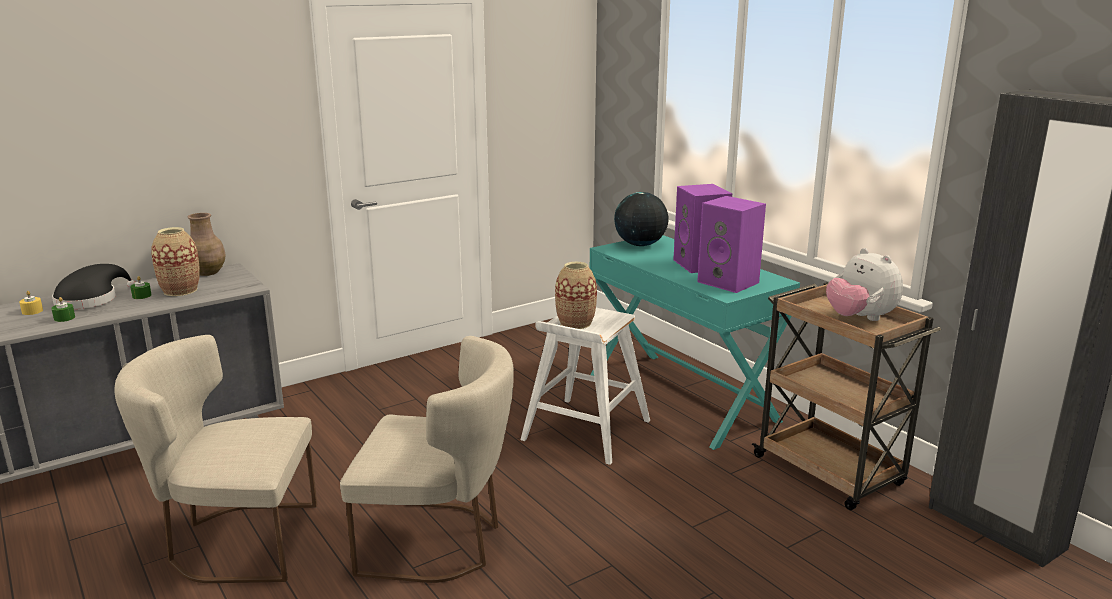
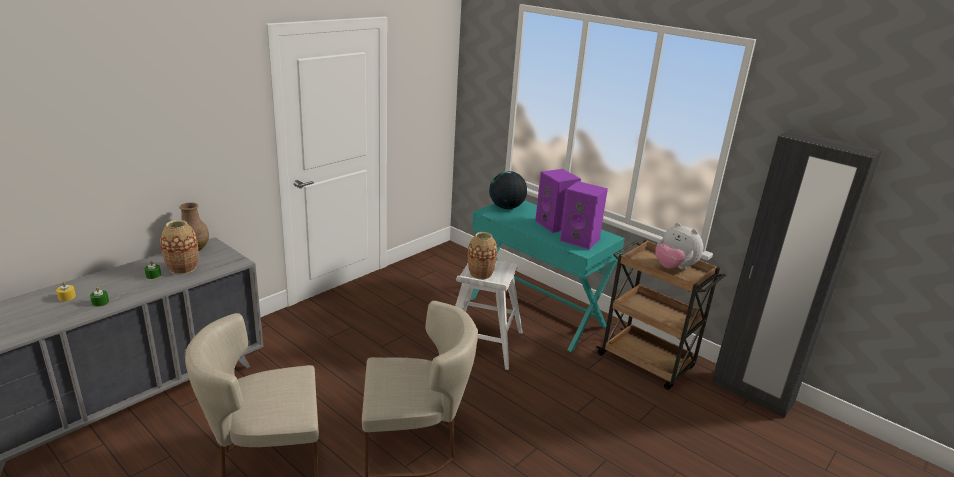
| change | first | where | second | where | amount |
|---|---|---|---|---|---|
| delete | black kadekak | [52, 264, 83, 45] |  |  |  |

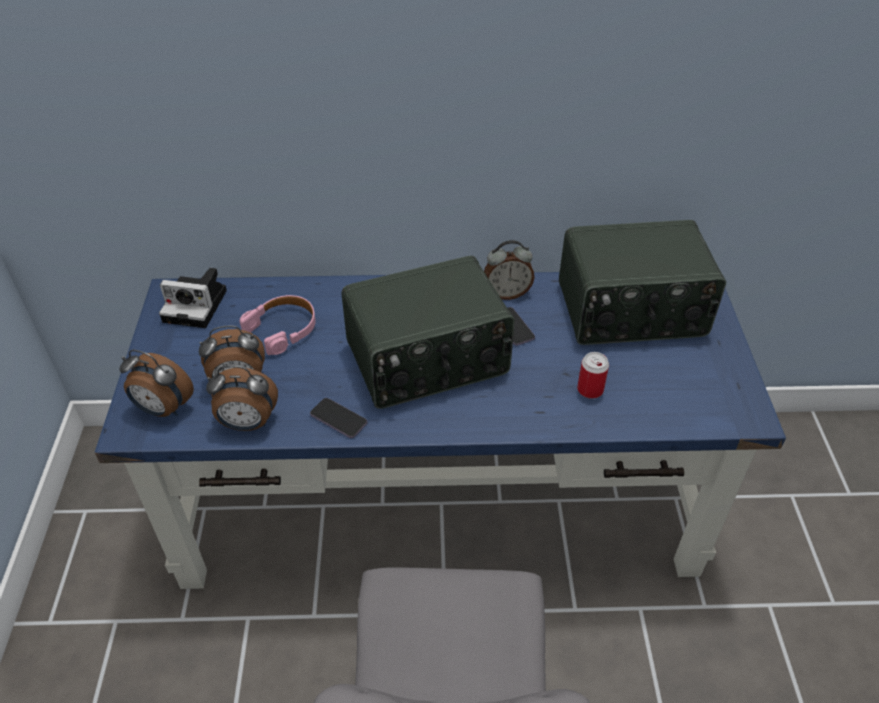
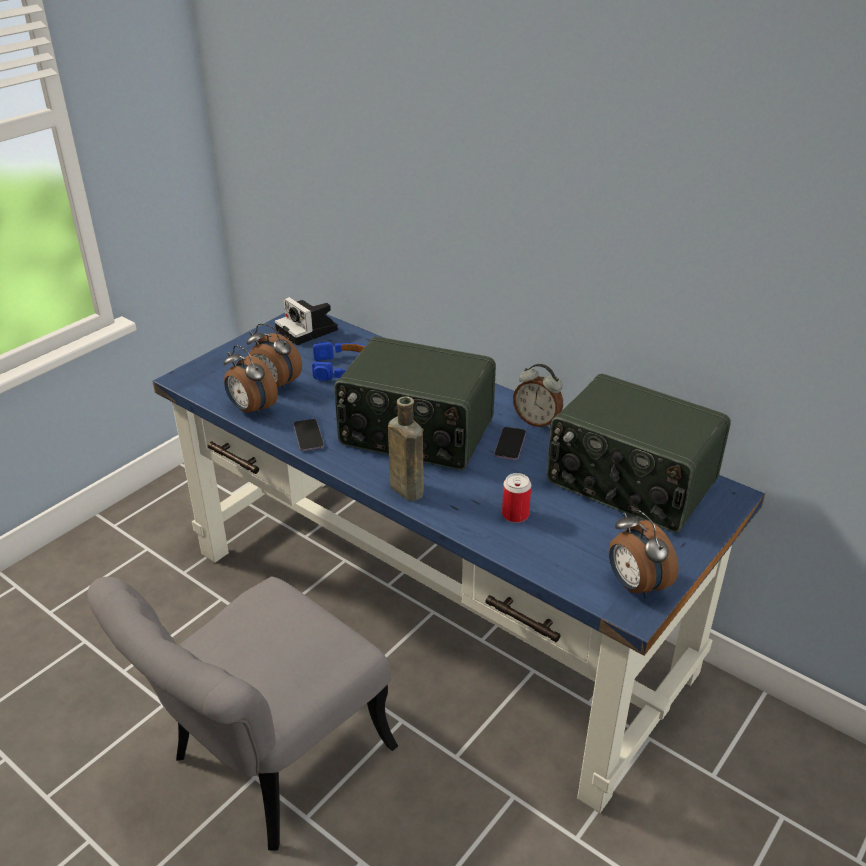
| change | first | where | second | where | amount |
|---|---|---|---|---|---|
| move | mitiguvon | [119, 350, 75, 67] |  | [609, 510, 70, 89] |  |
| recolor | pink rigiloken | [240, 295, 76, 60] | blue rigiloken | [312, 342, 54, 39] |  |
| insert |  |  | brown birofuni | [388, 396, 36, 105] |  |

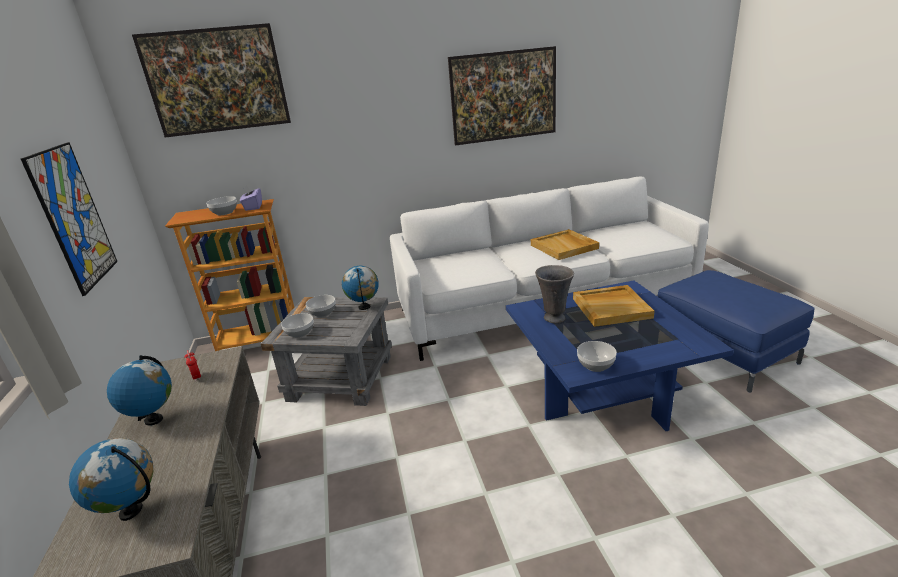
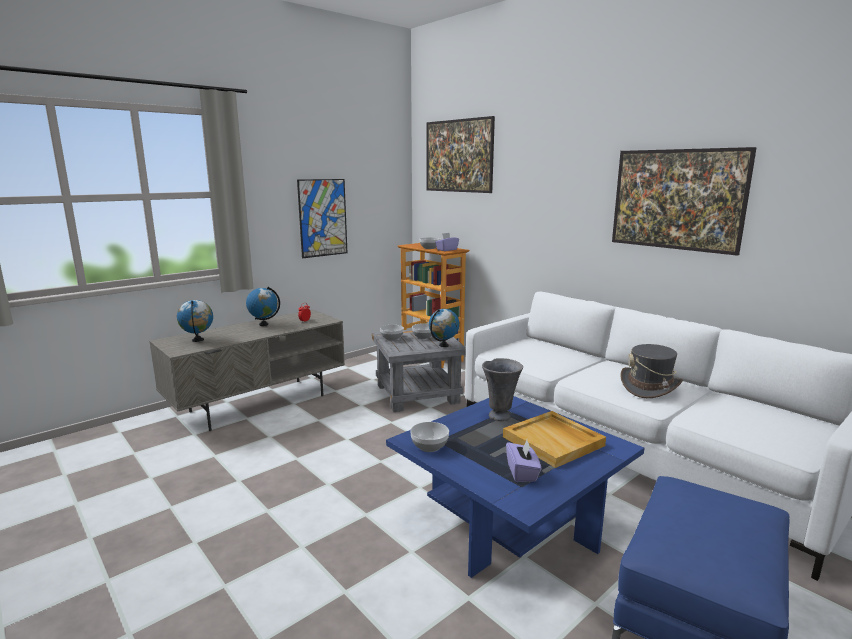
| change | first | where | second | where | amount |
|---|---|---|---|---|---|
| replace | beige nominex | [531, 229, 68, 31] | grey kadekak | [620, 344, 63, 54] |  |
| insert |  |  | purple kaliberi | [506, 440, 36, 42] |  |

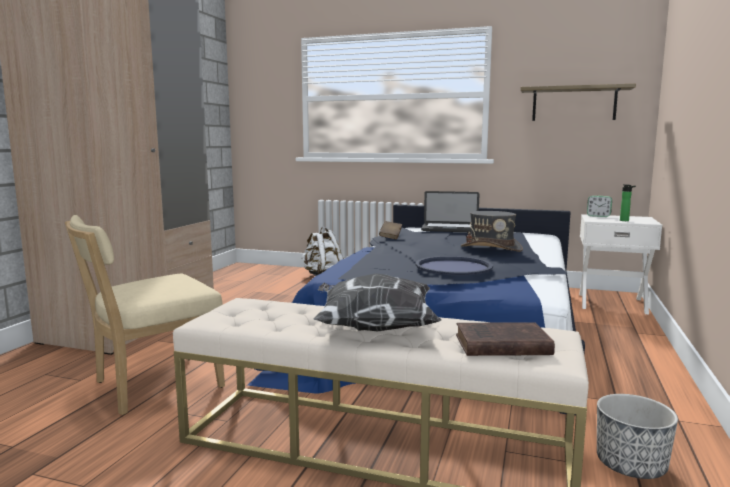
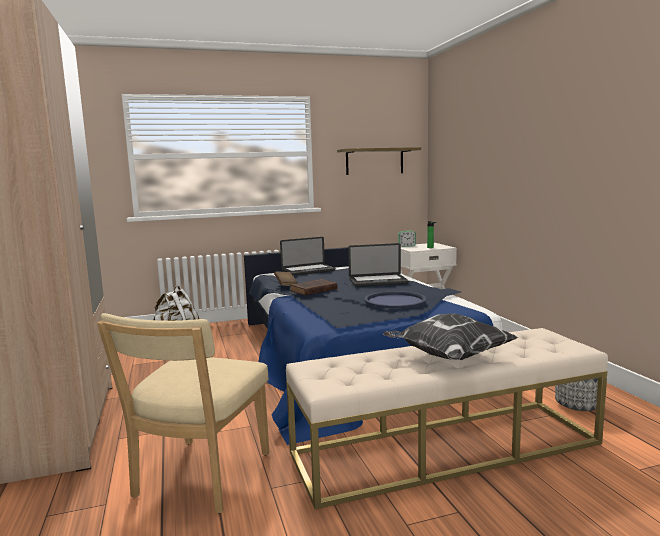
| change | first | where | second | where | amount |
|---|---|---|---|---|---|
| move | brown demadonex | [456, 322, 99, 34] |  | [290, 279, 48, 16] |  |
| replace | grey kadekak | [461, 211, 62, 41] | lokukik | [348, 243, 61, 44] |  |

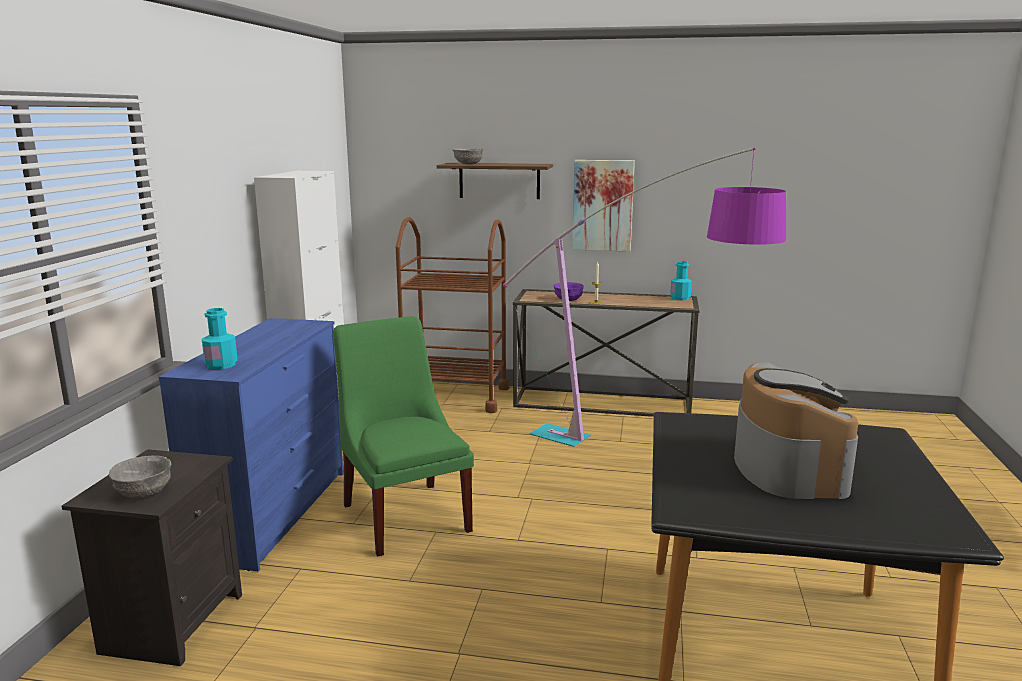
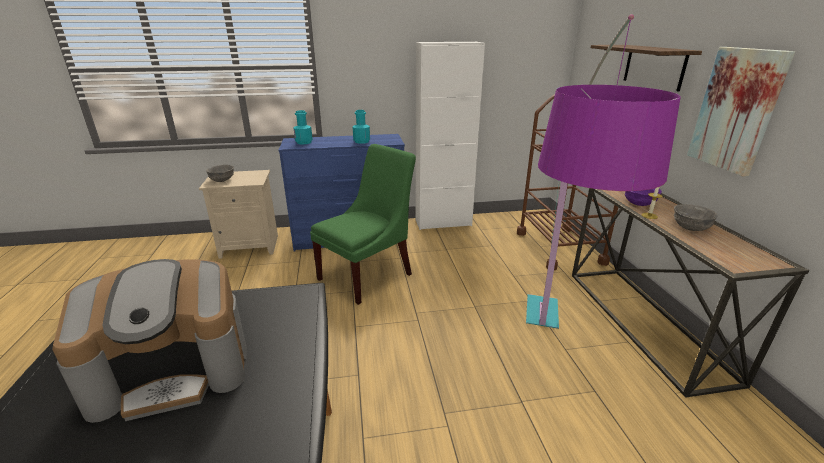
| change | first | where | second | where | amount |
|---|---|---|---|---|---|
| recolor | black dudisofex | [62, 449, 180, 217] | beige dudisofex | [199, 170, 79, 89] |  |
| move | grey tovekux | [453, 148, 30, 16] |  | [674, 204, 44, 27] |  |
| move | turquoise birofuni | [670, 261, 22, 39] |  | [353, 110, 17, 34] |  |

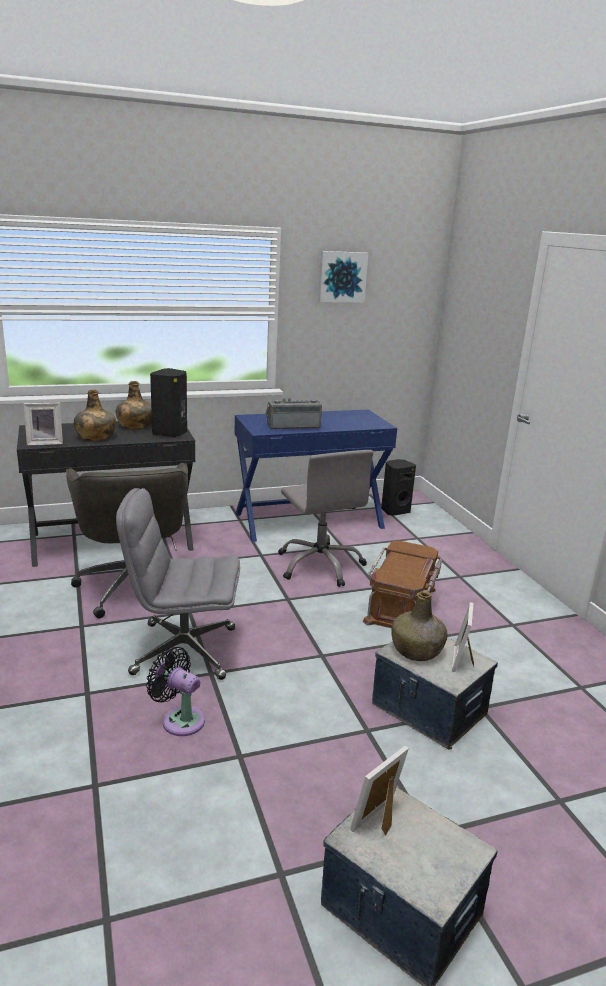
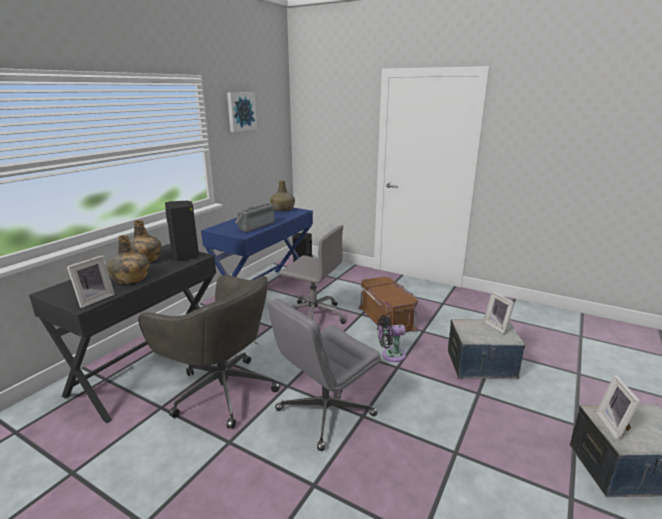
| change | first | where | second | where | amount |
|---|---|---|---|---|---|
| move | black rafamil | [146, 647, 59, 89] |  | [377, 315, 29, 47] |  |
| move | green birofuni | [391, 591, 57, 70] |  | [270, 180, 25, 31] |  |

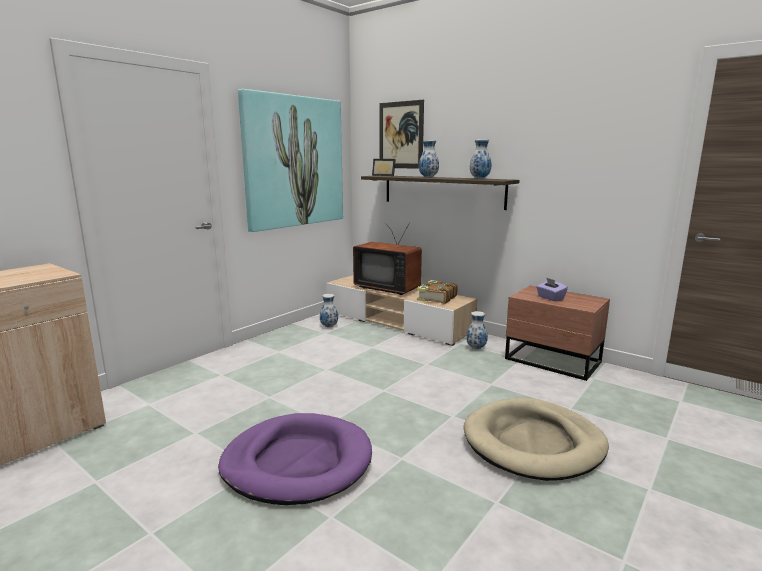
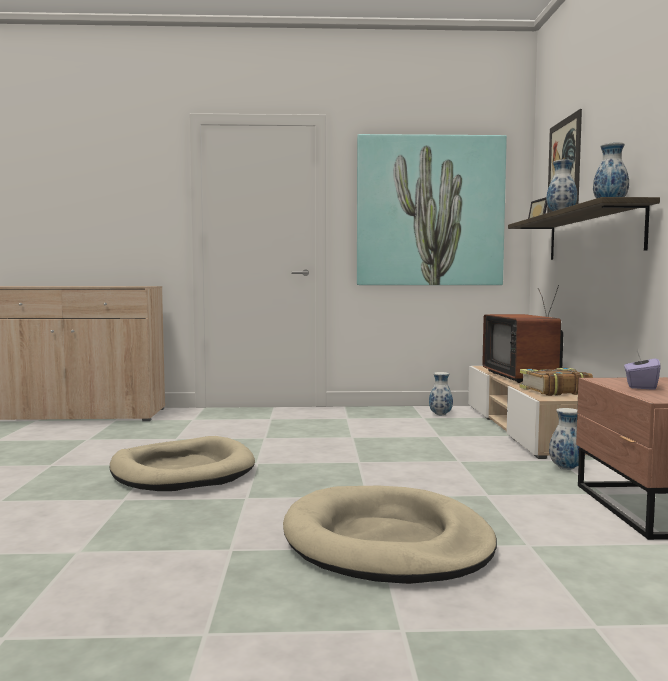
| change | first | where | second | where | amount |
|---|---|---|---|---|---|
| recolor | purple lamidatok | [218, 413, 154, 92] | beige lamidatok | [110, 436, 145, 55] |  |

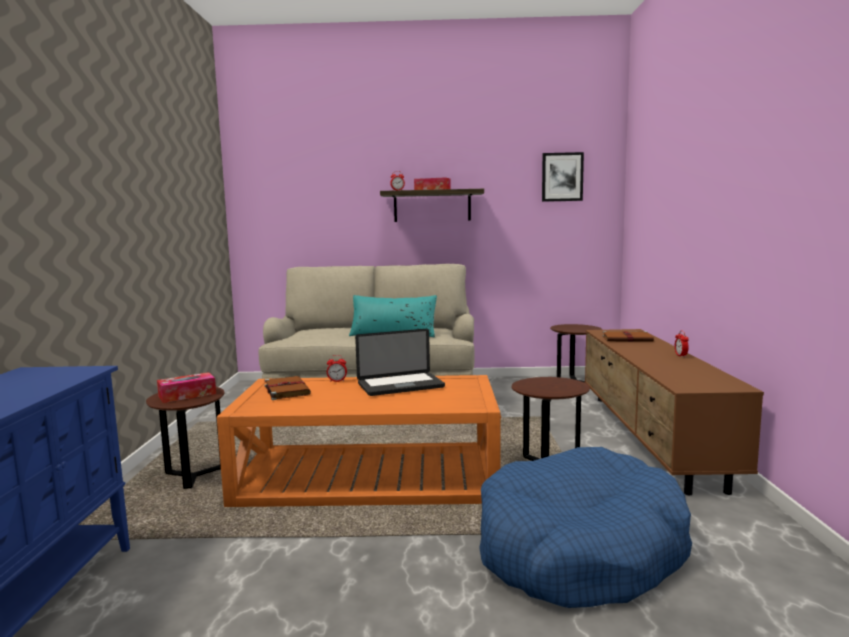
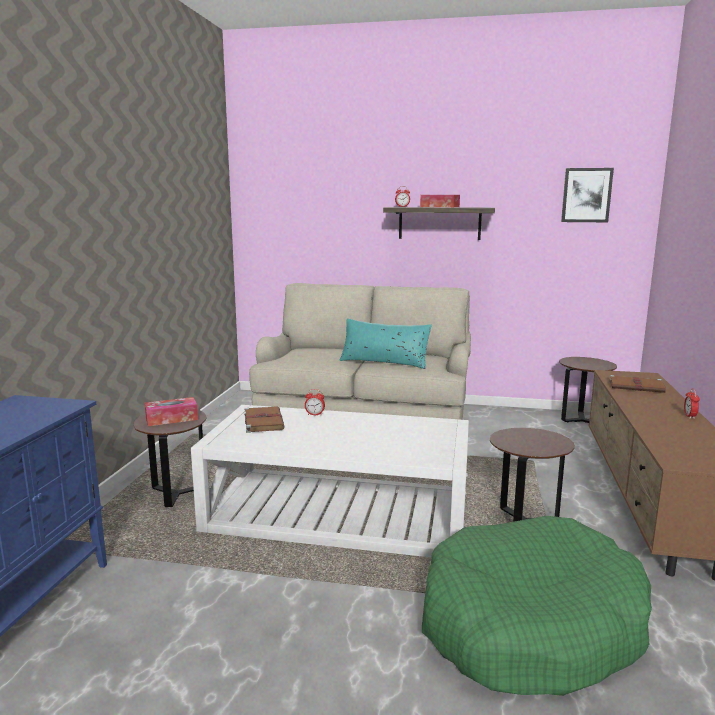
| change | first | where | second | where | amount |
|---|---|---|---|---|---|
| recolor | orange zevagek | [217, 375, 284, 132] | white zevagek | [191, 405, 278, 152] |  |
| delete | lokukik | [355, 329, 90, 67] |  |  |  |
| recolor | blue lamidatok | [479, 447, 213, 161] | green lamidatok | [422, 516, 230, 180] |  |

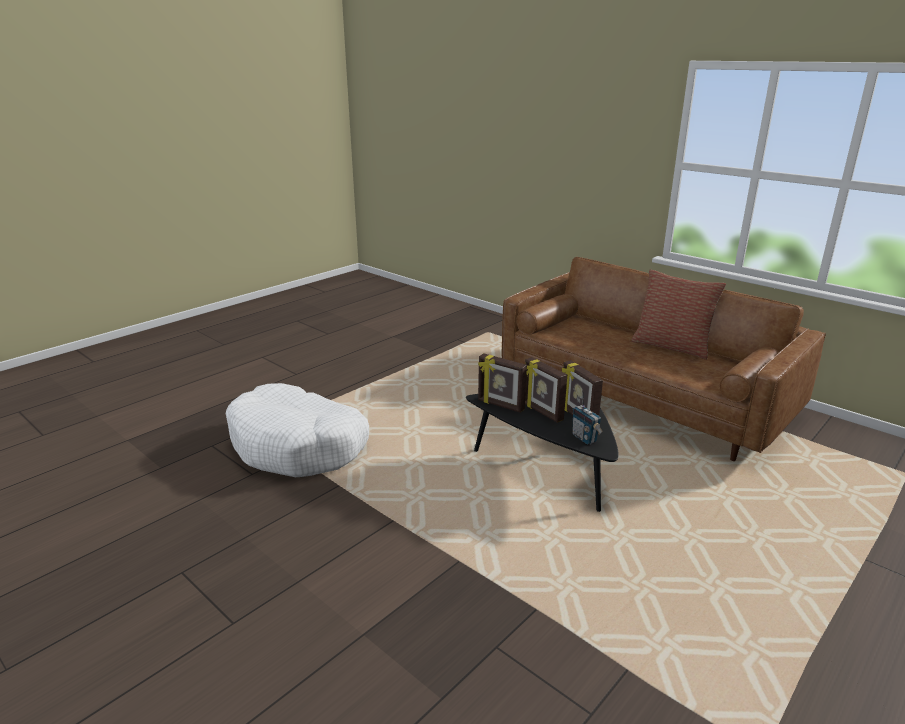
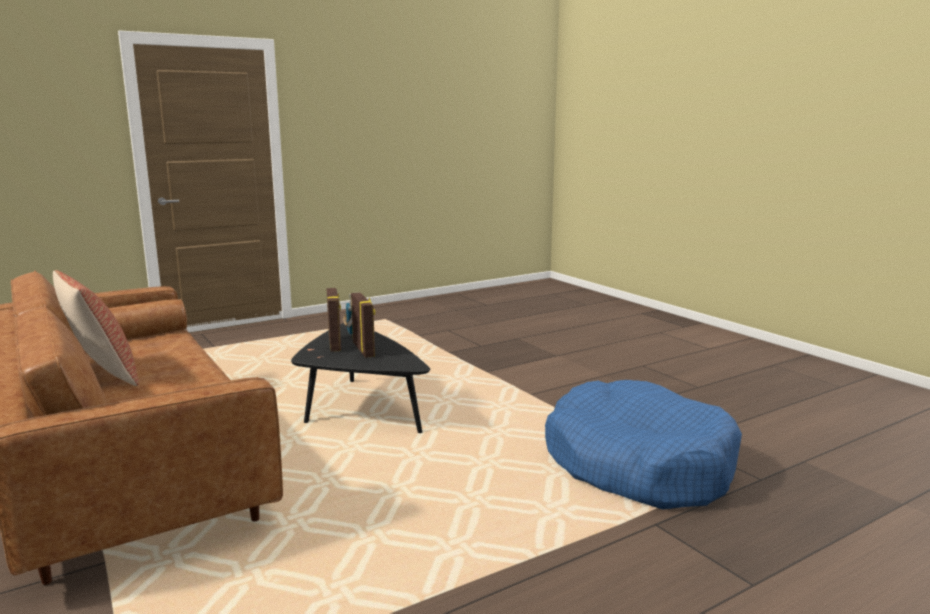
| change | first | where | second | where | amount |
|---|---|---|---|---|---|
| recolor | white lamidatok | [226, 383, 143, 94] | blue lamidatok | [545, 380, 197, 129] |  |
| delete | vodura | [478, 353, 49, 60] |  |  |  |

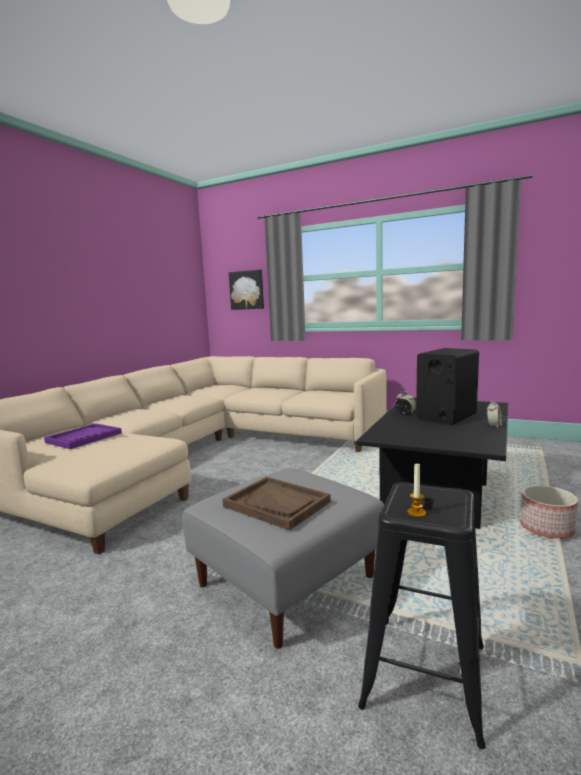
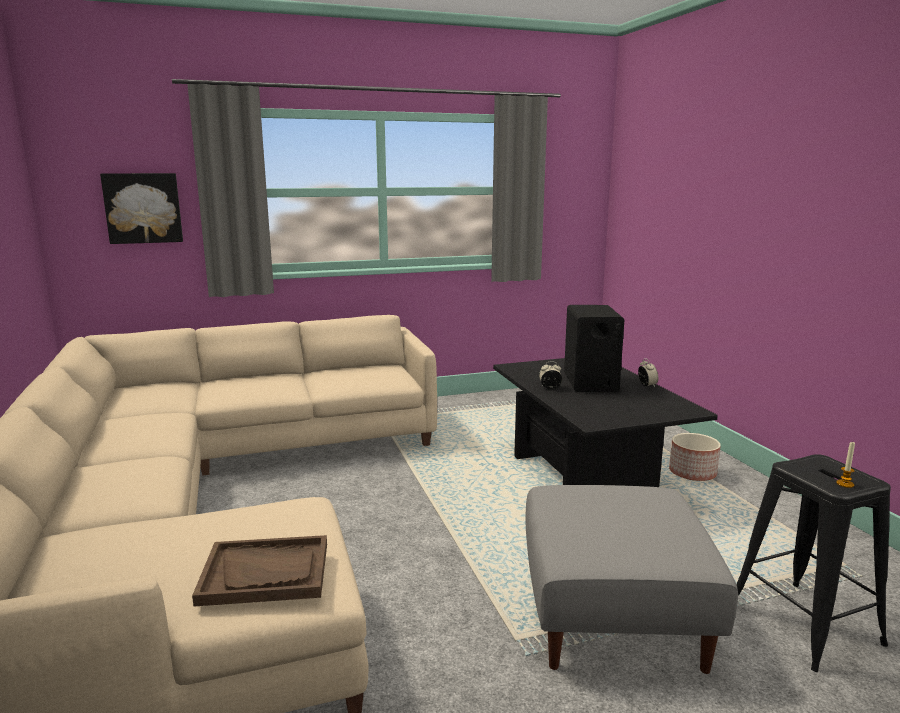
| change | first | where | second | where | amount |
|---|---|---|---|---|---|
| delete | purple nominex | [44, 423, 78, 26] |  |  |  |
| move | brown nominex | [223, 477, 108, 54] |  | [192, 535, 135, 72] |  |

